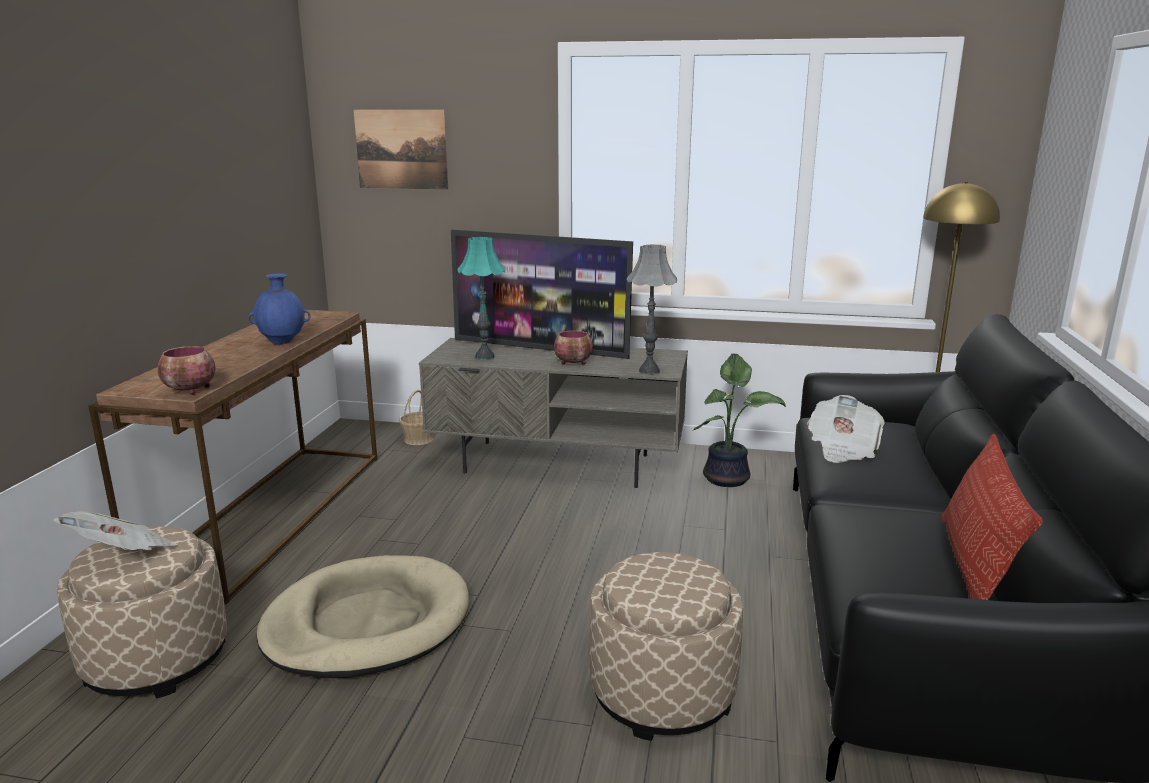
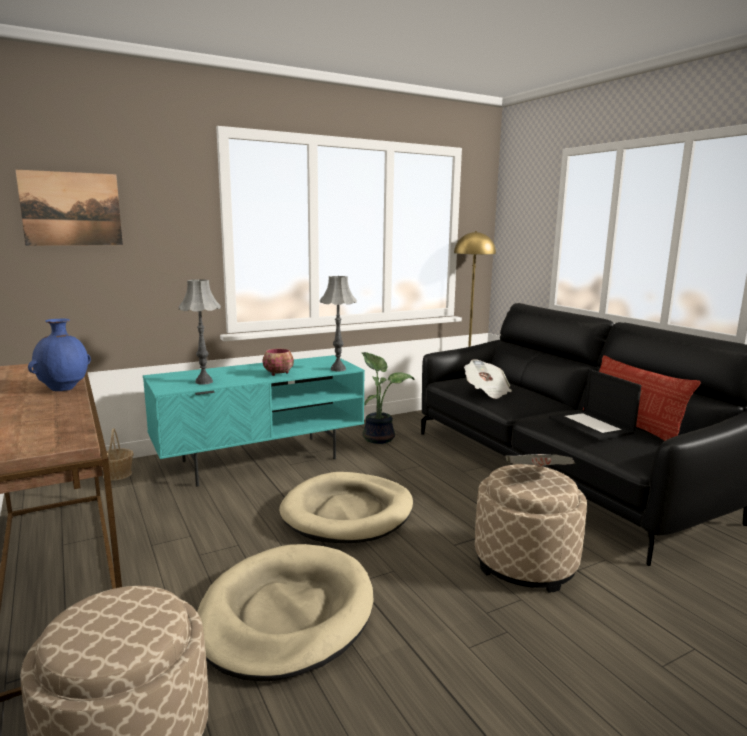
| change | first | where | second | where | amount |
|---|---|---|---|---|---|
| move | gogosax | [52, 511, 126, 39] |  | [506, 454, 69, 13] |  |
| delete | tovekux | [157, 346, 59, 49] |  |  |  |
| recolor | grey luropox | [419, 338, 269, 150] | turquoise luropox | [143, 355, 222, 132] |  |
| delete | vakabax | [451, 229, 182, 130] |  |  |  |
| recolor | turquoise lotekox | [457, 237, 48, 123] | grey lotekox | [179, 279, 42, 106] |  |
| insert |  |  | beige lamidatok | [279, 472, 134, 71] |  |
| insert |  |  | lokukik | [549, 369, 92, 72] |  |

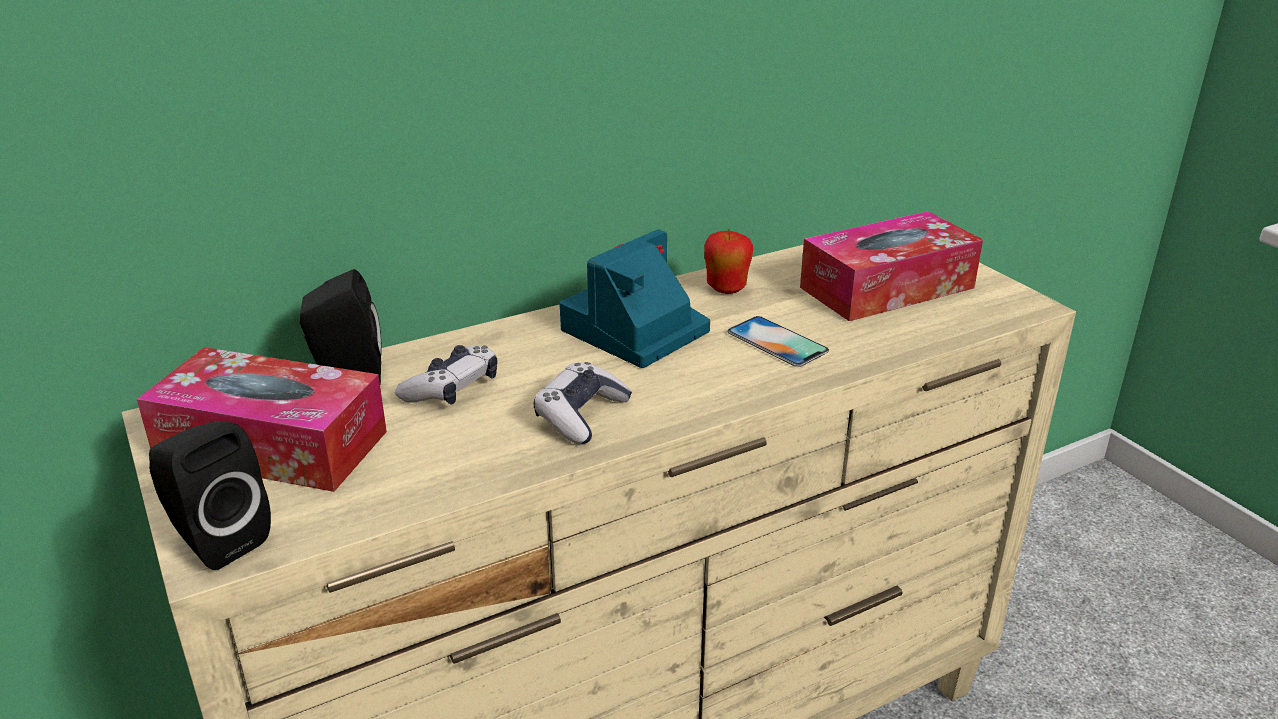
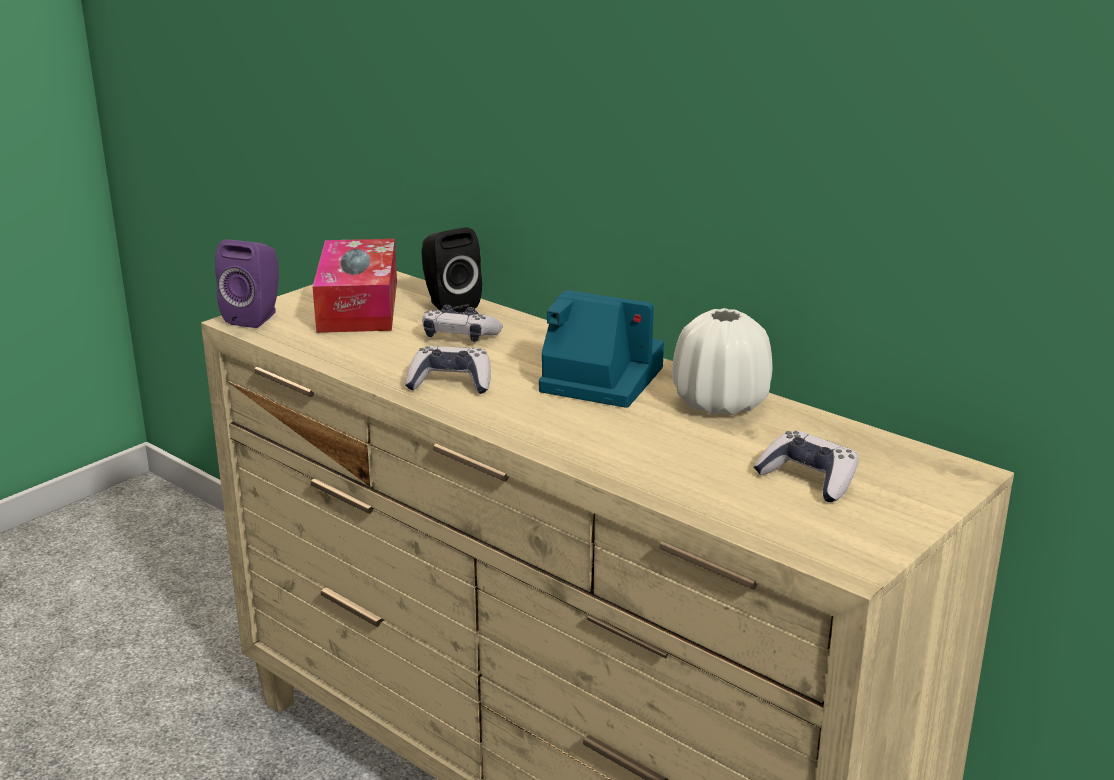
| change | first | where | second | where | amount |
|---|---|---|---|---|---|
| recolor | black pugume | [149, 422, 122, 148] | purple pugume | [215, 239, 64, 89] |  |
| replace | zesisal | [704, 229, 49, 65] | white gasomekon | [672, 308, 101, 107] |  |
| delete | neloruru | [727, 316, 102, 51] |  |  |  |
| replace | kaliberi | [800, 211, 183, 110] | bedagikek | [753, 431, 106, 71] |  |

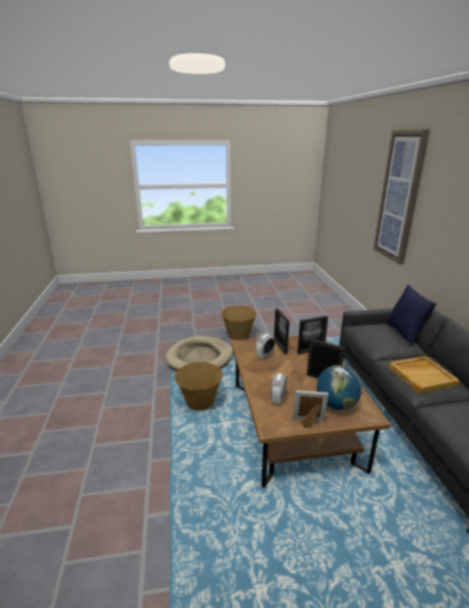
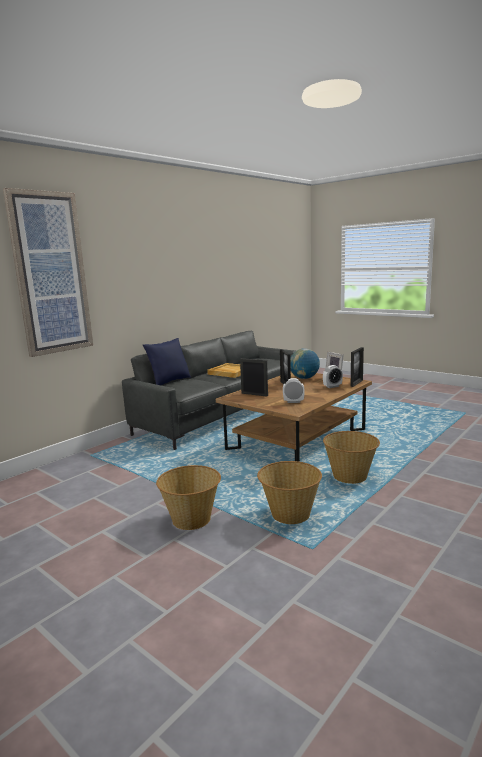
| change | first | where | second | where | amount |
|---|---|---|---|---|---|
| replace | beige lamidatok | [165, 336, 68, 35] | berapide | [257, 461, 65, 63] |  |
| move | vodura | [274, 308, 16, 46] |  | [351, 347, 13, 40] |  |

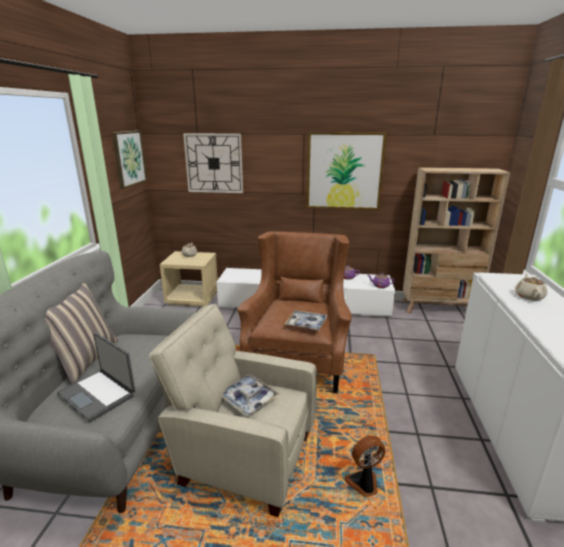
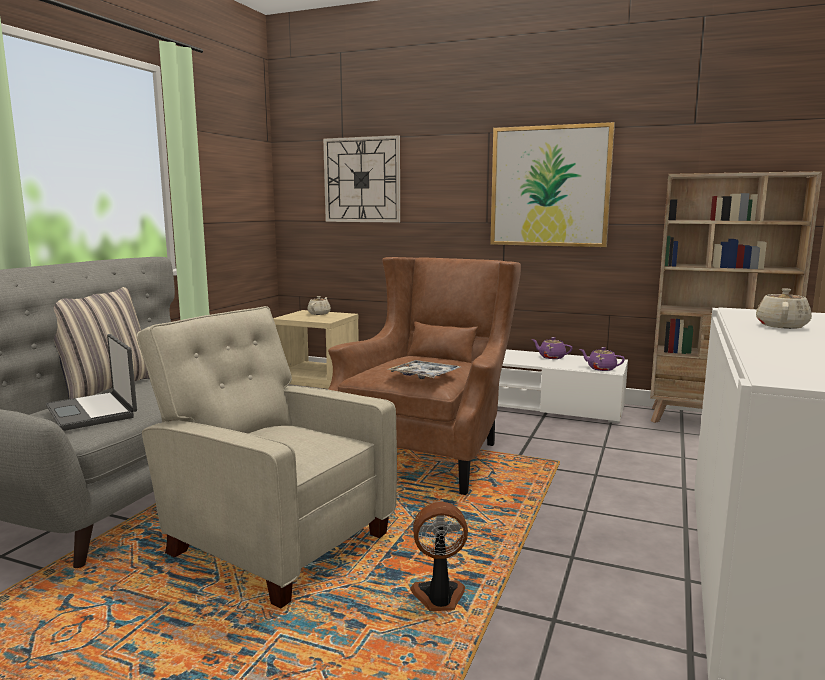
| change | first | where | second | where | amount |
|---|---|---|---|---|---|
| delete | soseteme | [112, 131, 35, 58] |  |  |  |
| delete | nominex | [221, 374, 59, 42] |  |  |  |

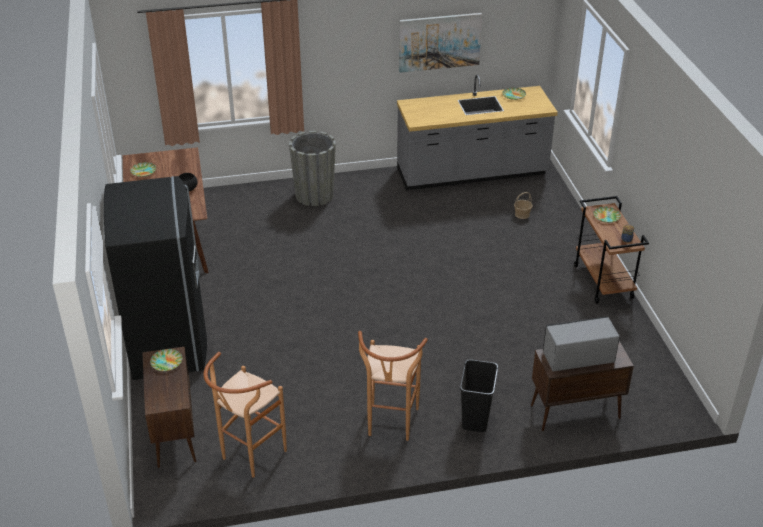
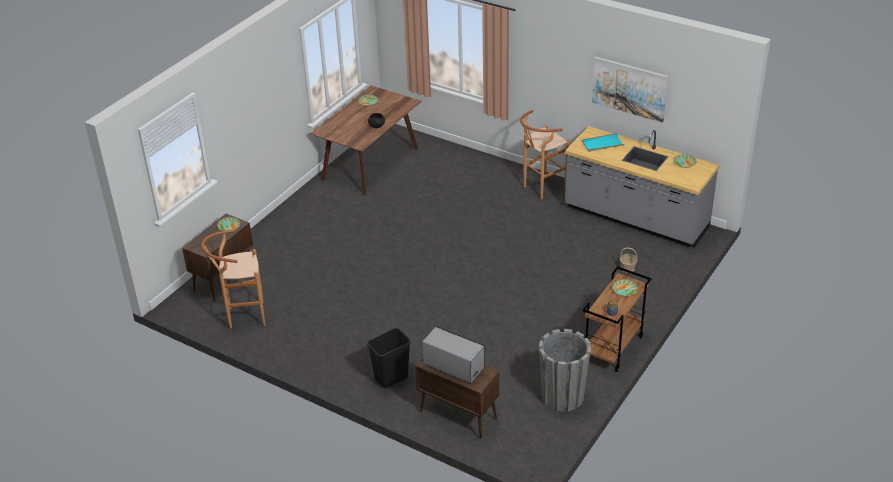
| change | first | where | second | where | amount |
|---|---|---|---|---|---|
| delete | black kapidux | [104, 176, 103, 204] |  |  |  |
| move | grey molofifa | [289, 131, 47, 75] |  | [539, 329, 52, 83] |  |
| move | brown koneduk | [358, 331, 70, 110] |  | [520, 110, 49, 89] |  |
| insert |  |  | turquoise nominex | [582, 133, 42, 19] |  |

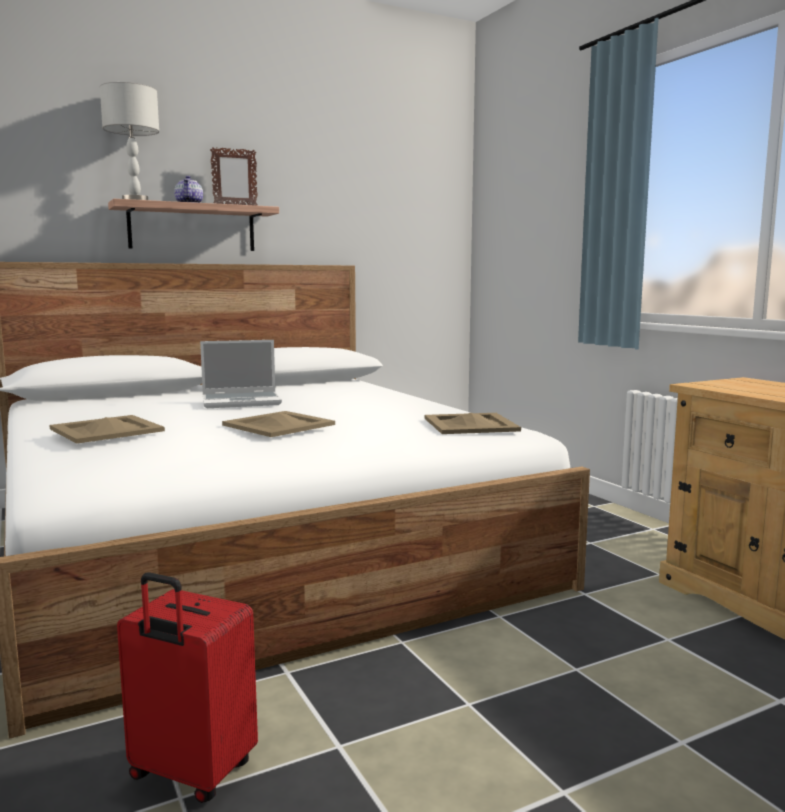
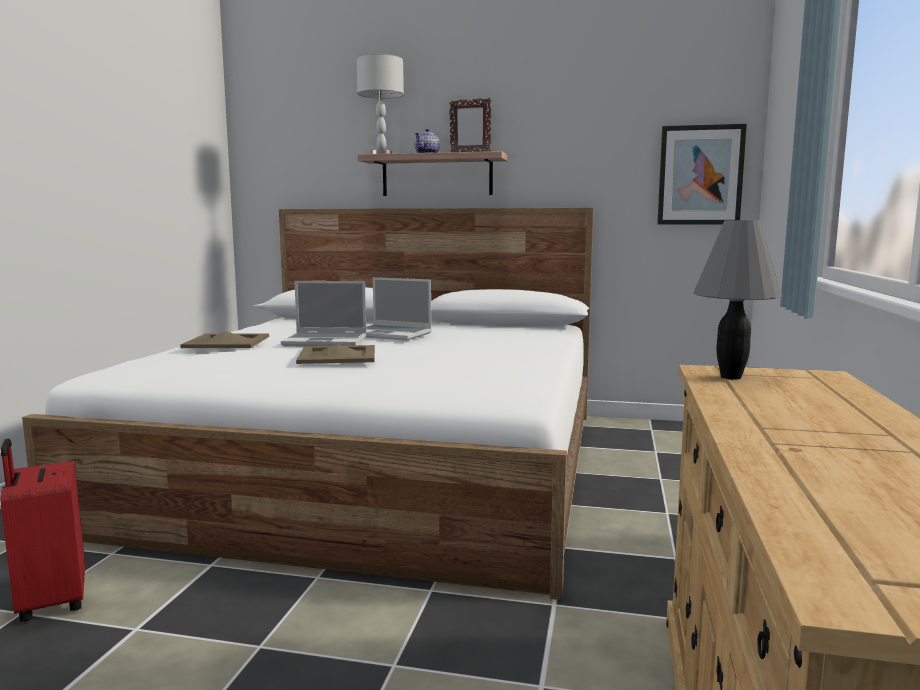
| change | first | where | second | where | amount |
|---|---|---|---|---|---|
| delete | beige nominex | [425, 413, 96, 21] |  |  |  |
| insert |  |  | lokukik | [281, 281, 86, 66] |  |
| insert |  |  | soseteme | [657, 124, 90, 100] |  |
| insert |  |  | grey lotekox | [693, 220, 89, 160] |  |

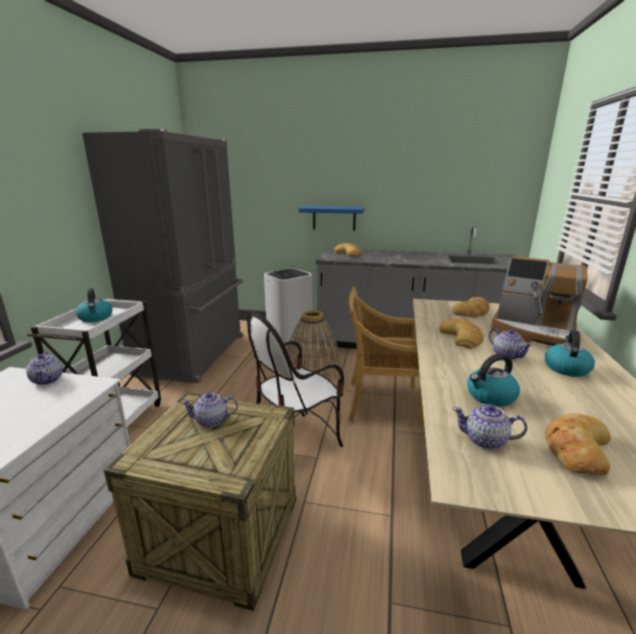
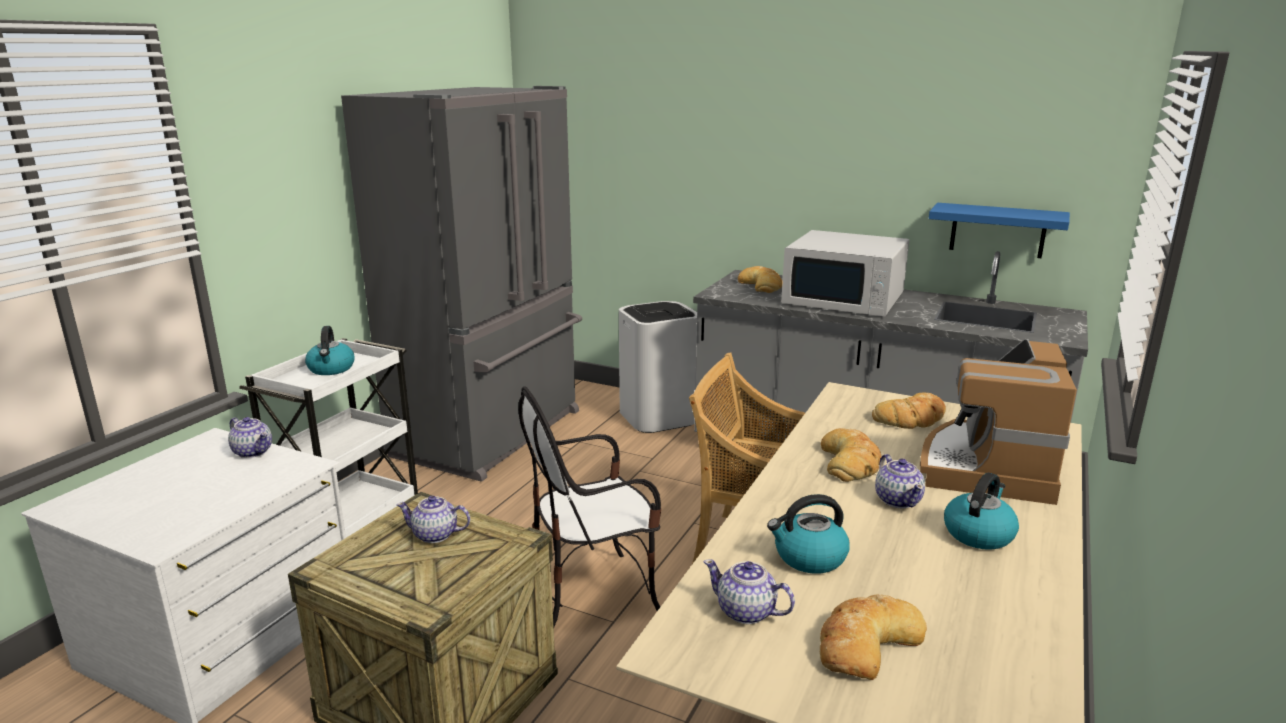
| change | first | where | second | where | amount |
|---|---|---|---|---|---|
| rotate | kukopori | [26, 352, 37, 33] |  | [228, 417, 44, 41] | 45 degrees counterclockwise |
| delete | berapide | [287, 310, 54, 70] |  |  |  |
| move | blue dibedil | [299, 206, 66, 25] |  | [929, 203, 141, 55] |  |
| rotate | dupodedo | [491, 256, 97, 90] |  | [920, 339, 157, 166] | 60 degrees clockwise |
| insert |  |  | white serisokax | [781, 230, 128, 86] |  |

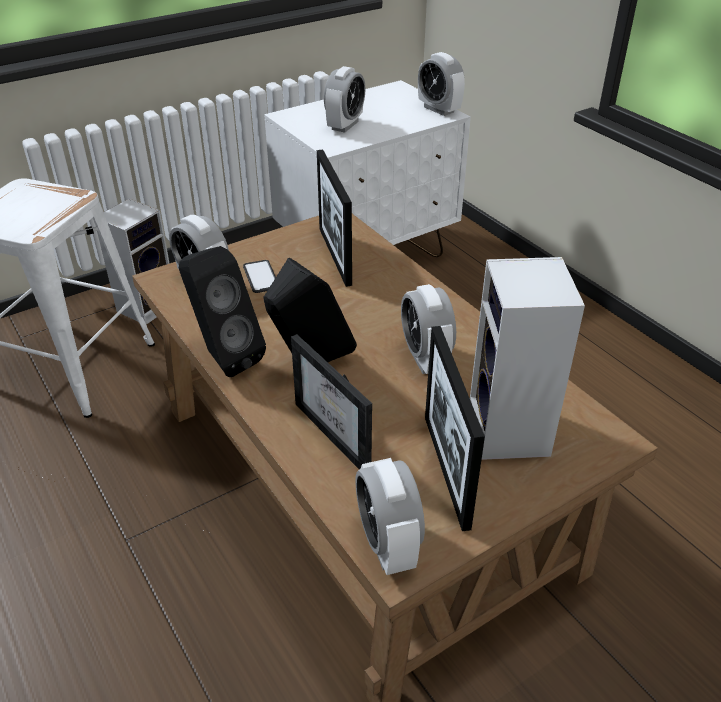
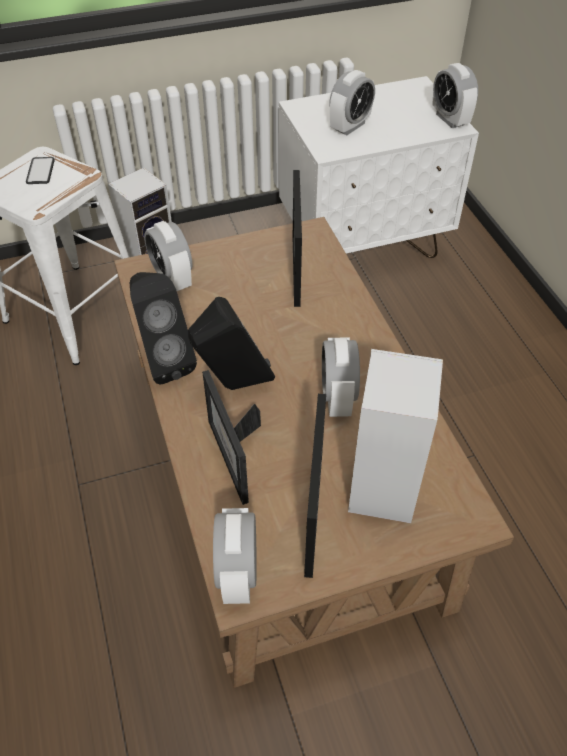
| change | first | where | second | where | amount |
|---|---|---|---|---|---|
| move | neloruru | [243, 260, 33, 33] |  | [26, 157, 29, 27] |  |

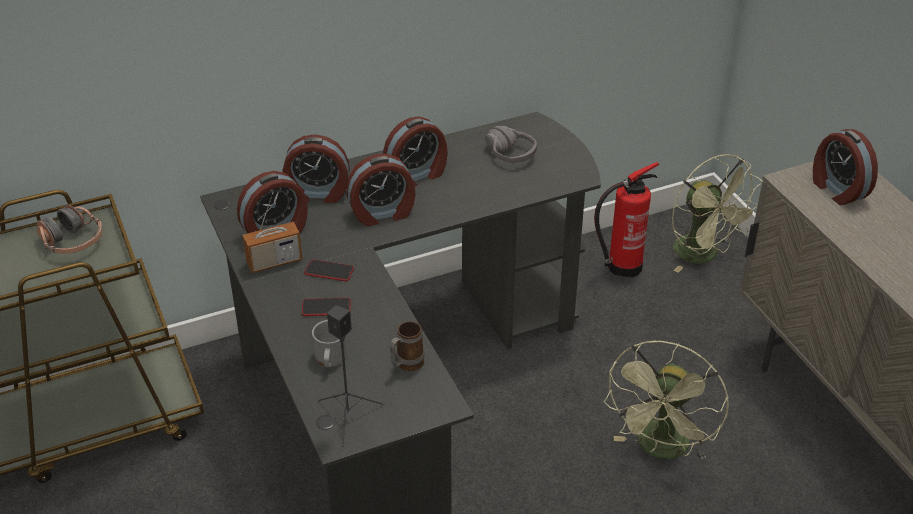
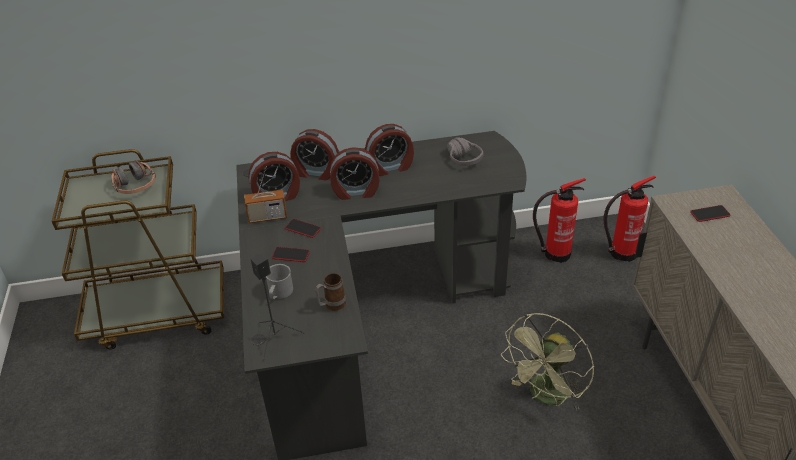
| change | first | where | second | where | amount |
|---|---|---|---|---|---|
| replace | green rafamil | [672, 154, 90, 119] | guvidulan | [604, 176, 52, 86] |  |
| replace | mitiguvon | [813, 129, 65, 76] | neloruru | [690, 205, 40, 17] |  |

